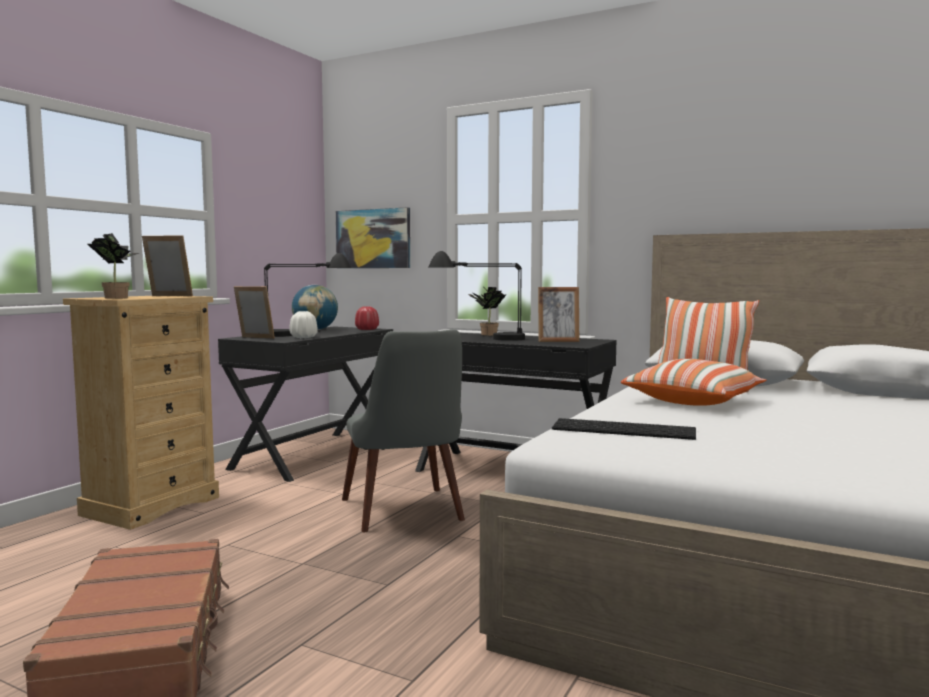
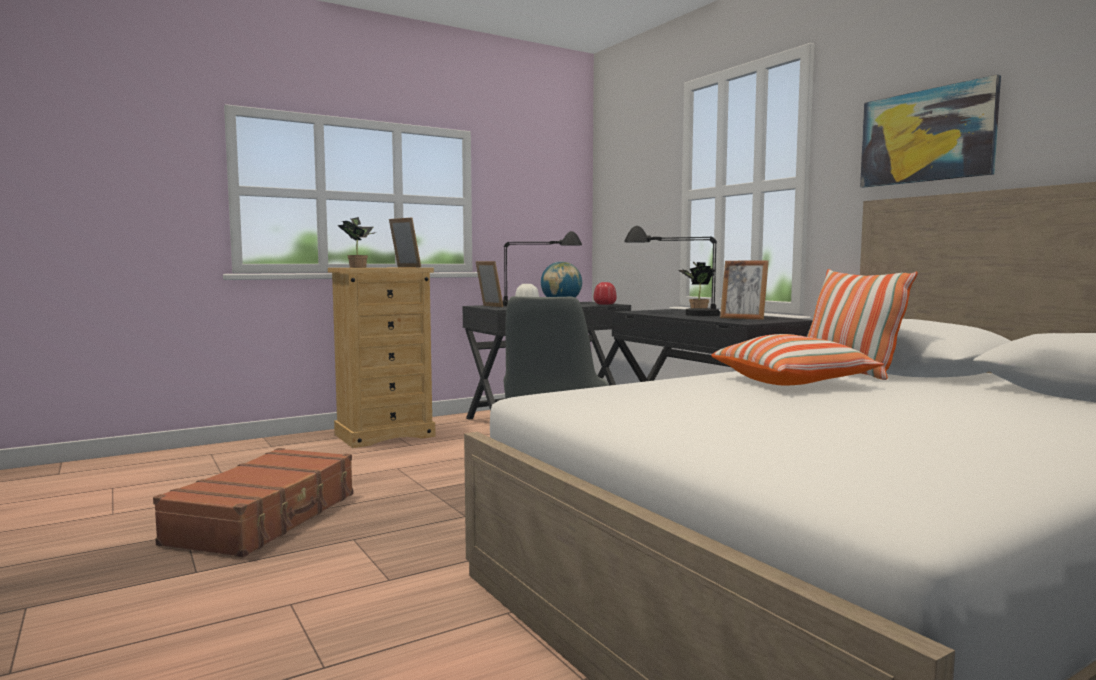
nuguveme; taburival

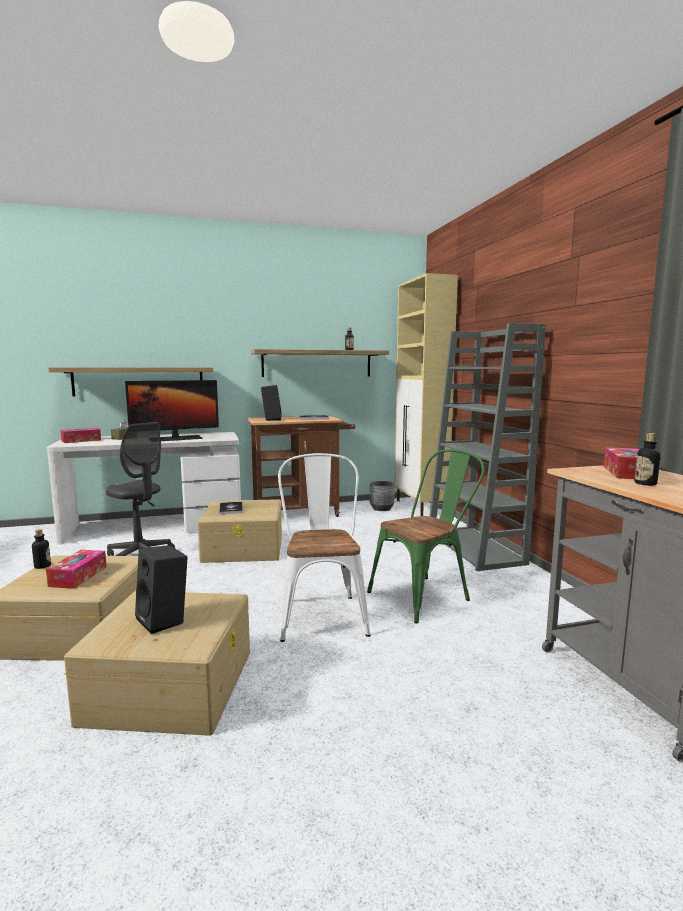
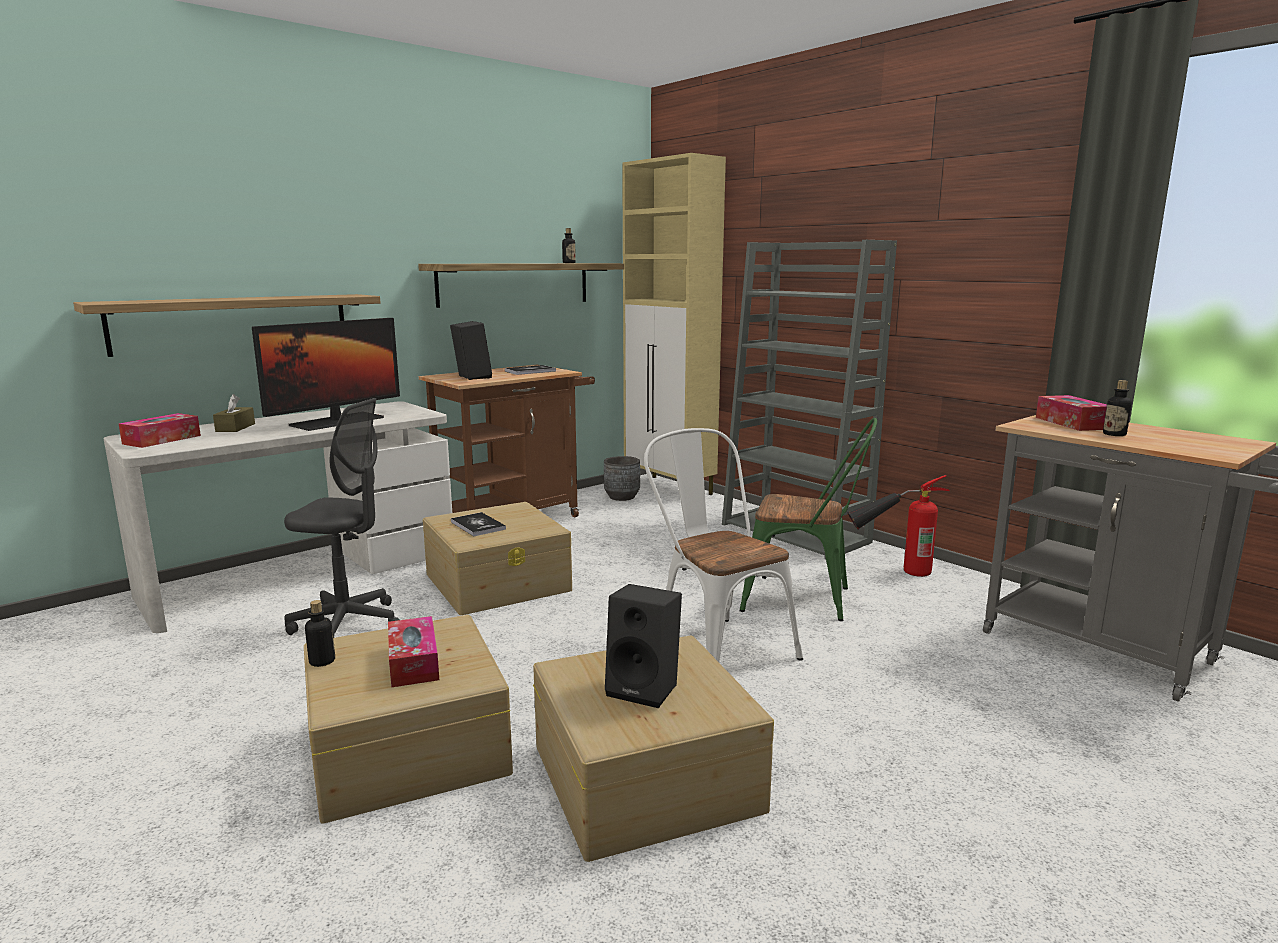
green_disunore; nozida

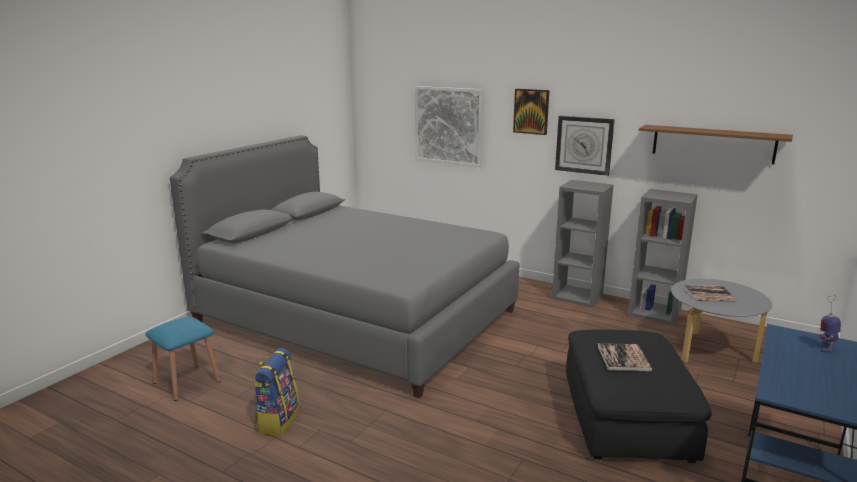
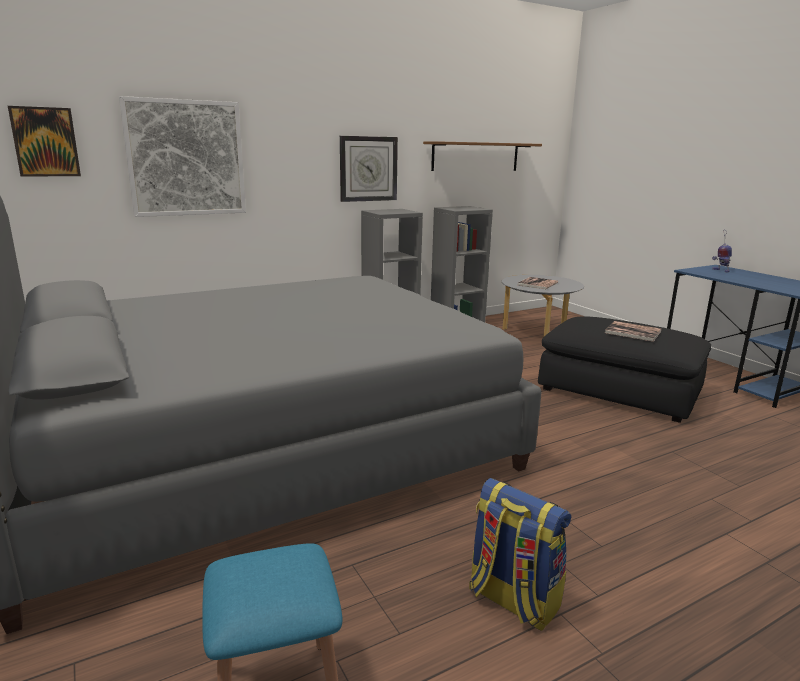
nuguveme (1st from left)

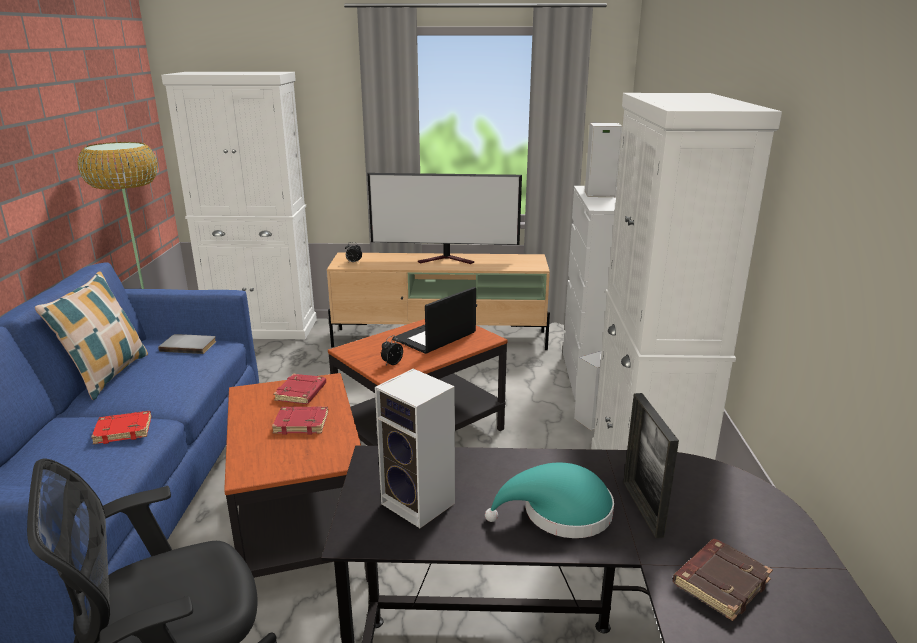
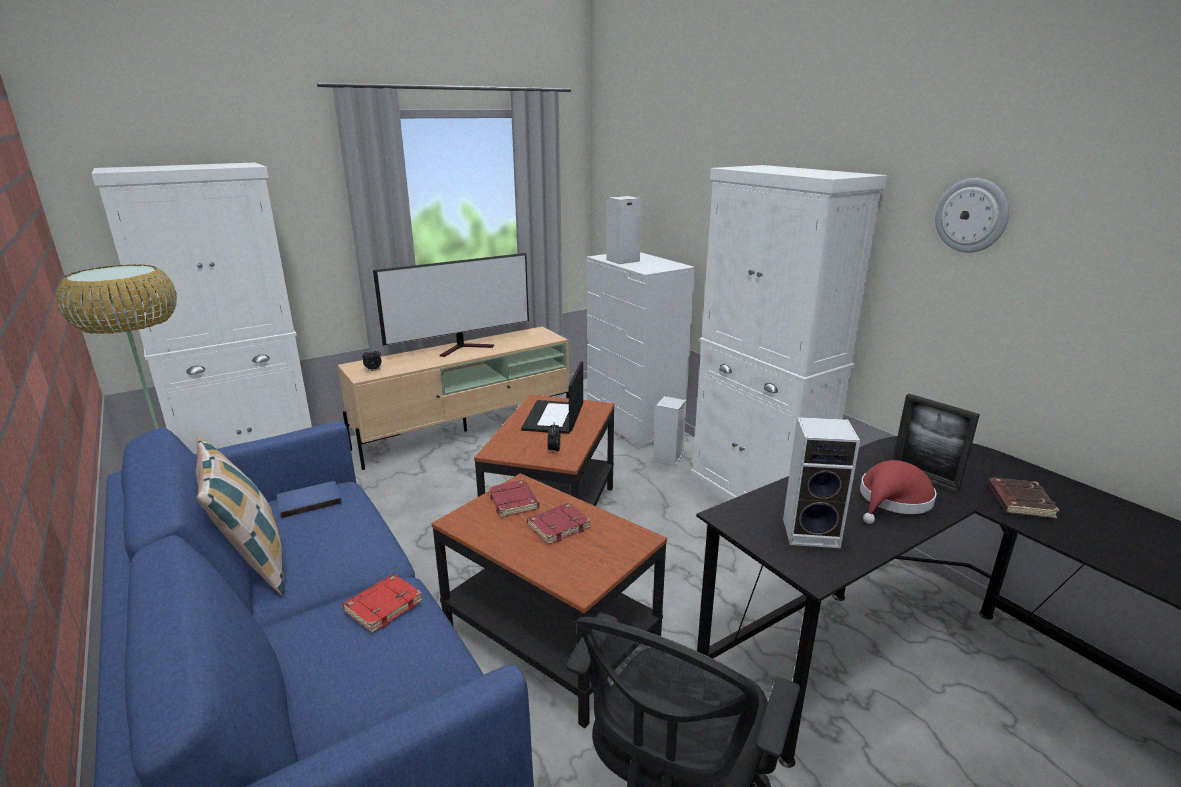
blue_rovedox; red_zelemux; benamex

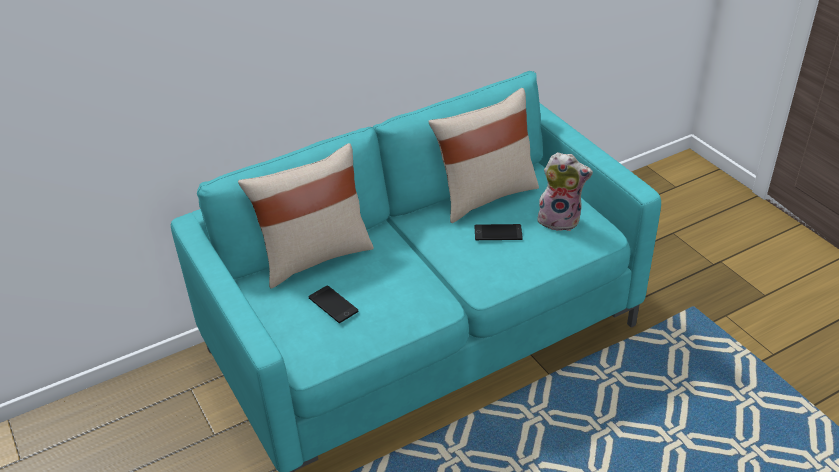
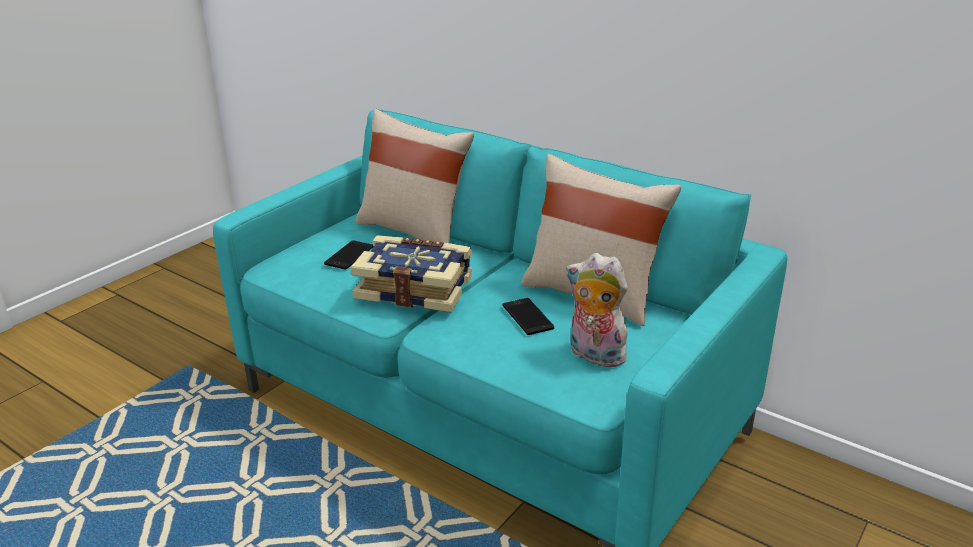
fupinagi; rovedox

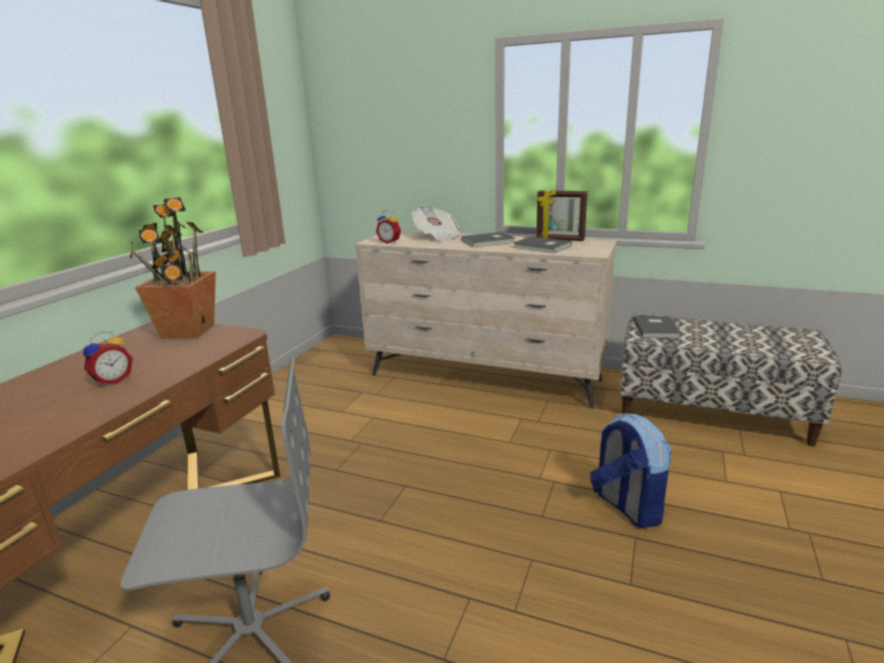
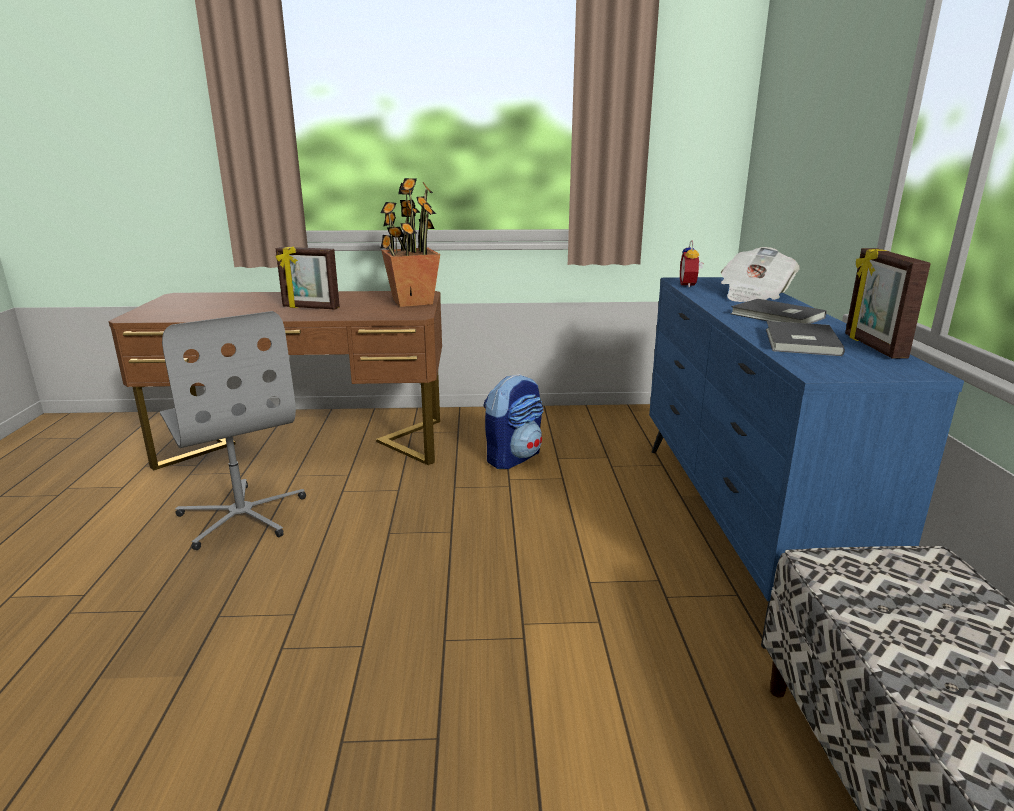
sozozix (1st from left); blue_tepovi; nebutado; grey_rovedox (3rd from left in the first image)

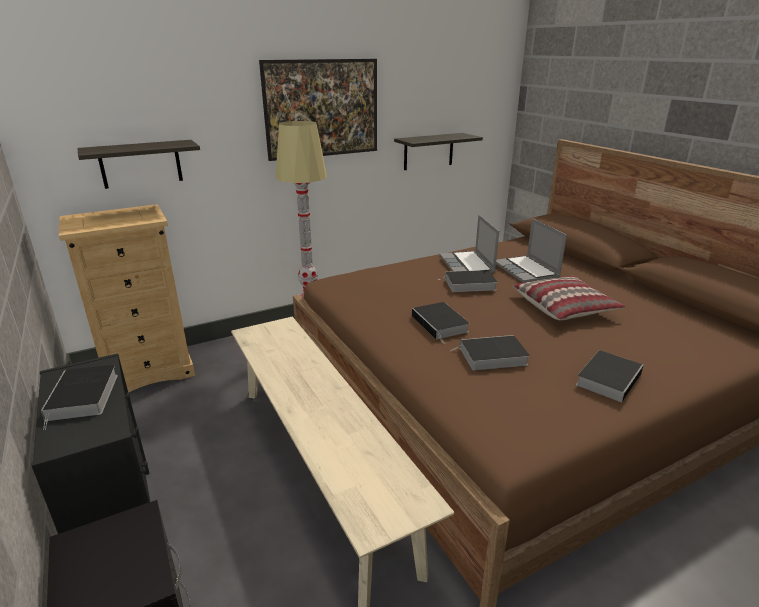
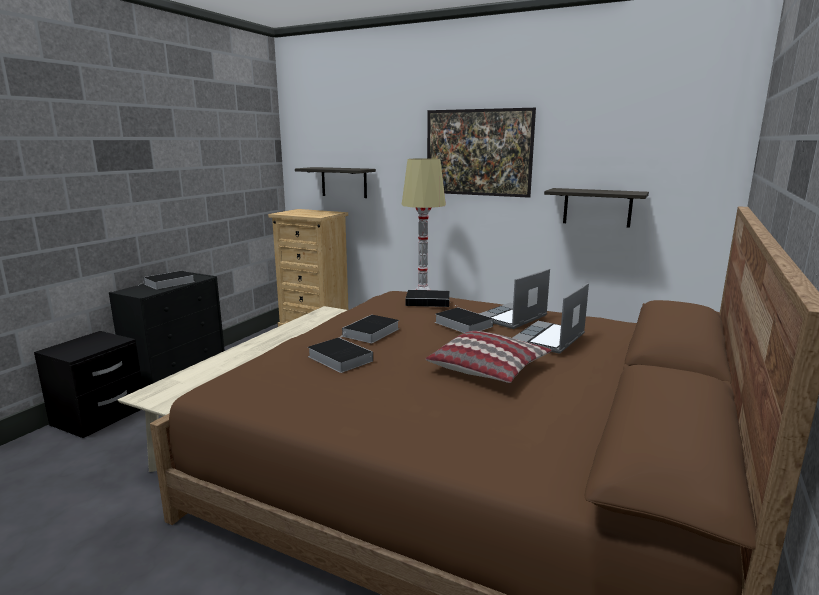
rovedox (4th from left)

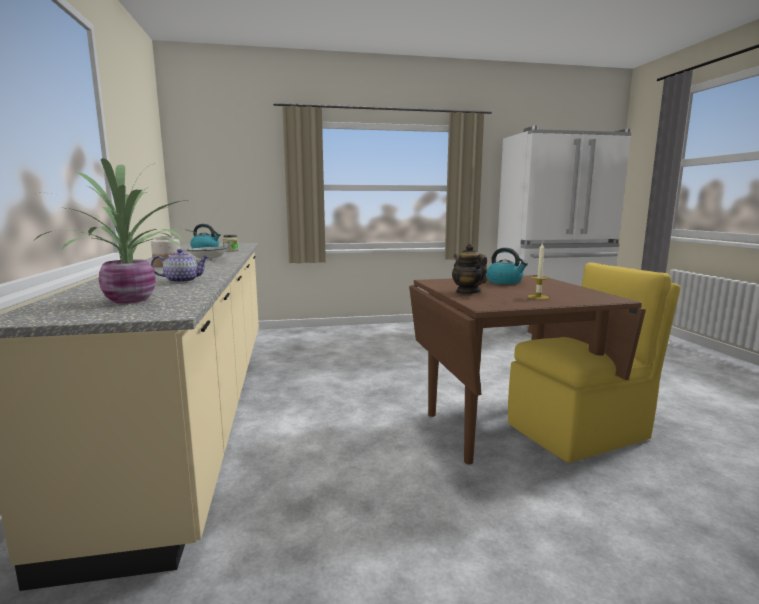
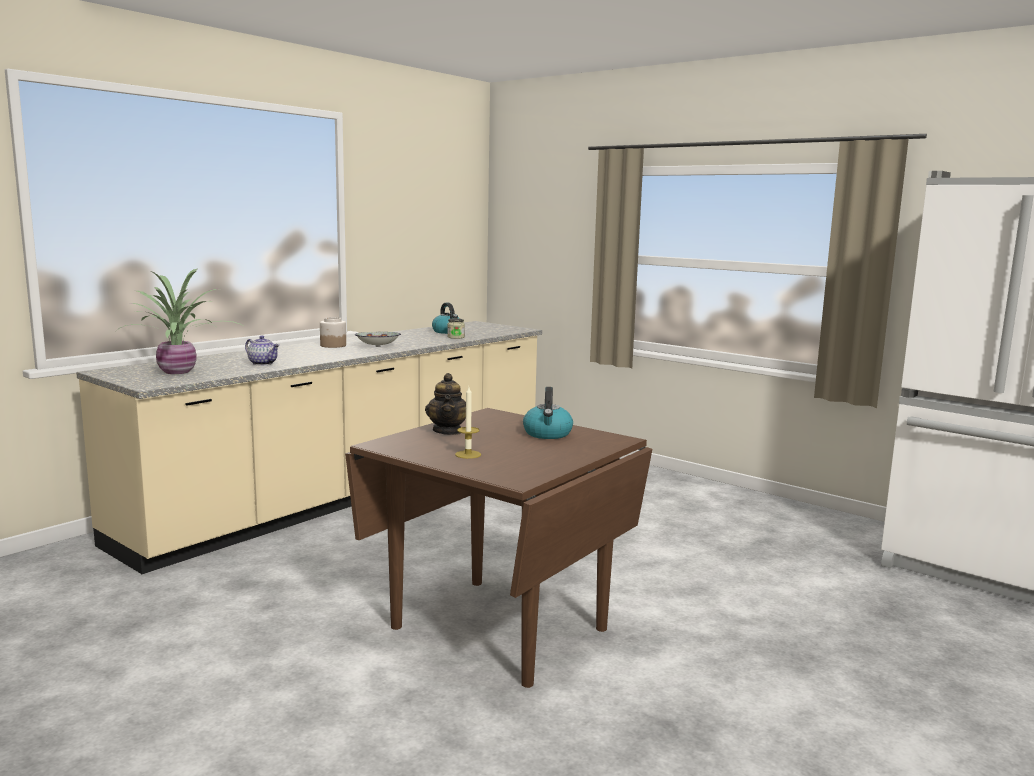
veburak (2nd from left); yellow_disunore

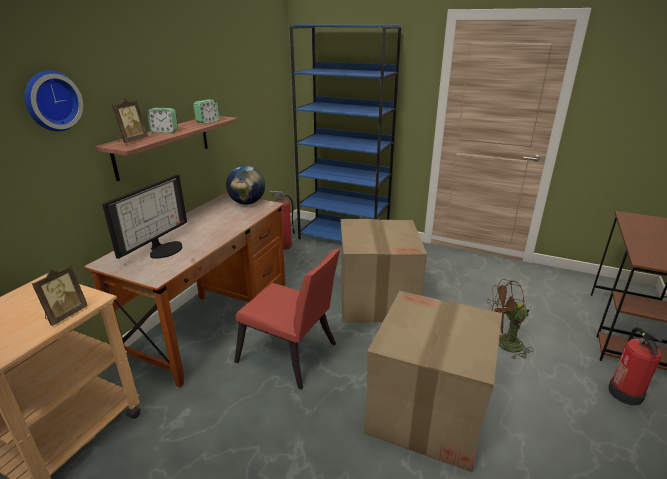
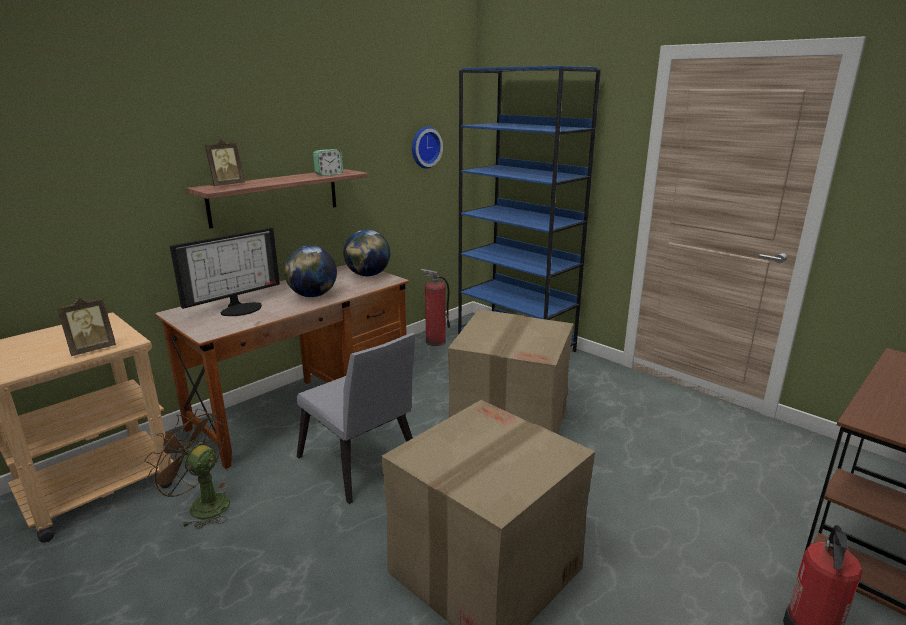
benamex; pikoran (1st from left in the first image); grey_disunore; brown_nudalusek; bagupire (1st from left)

